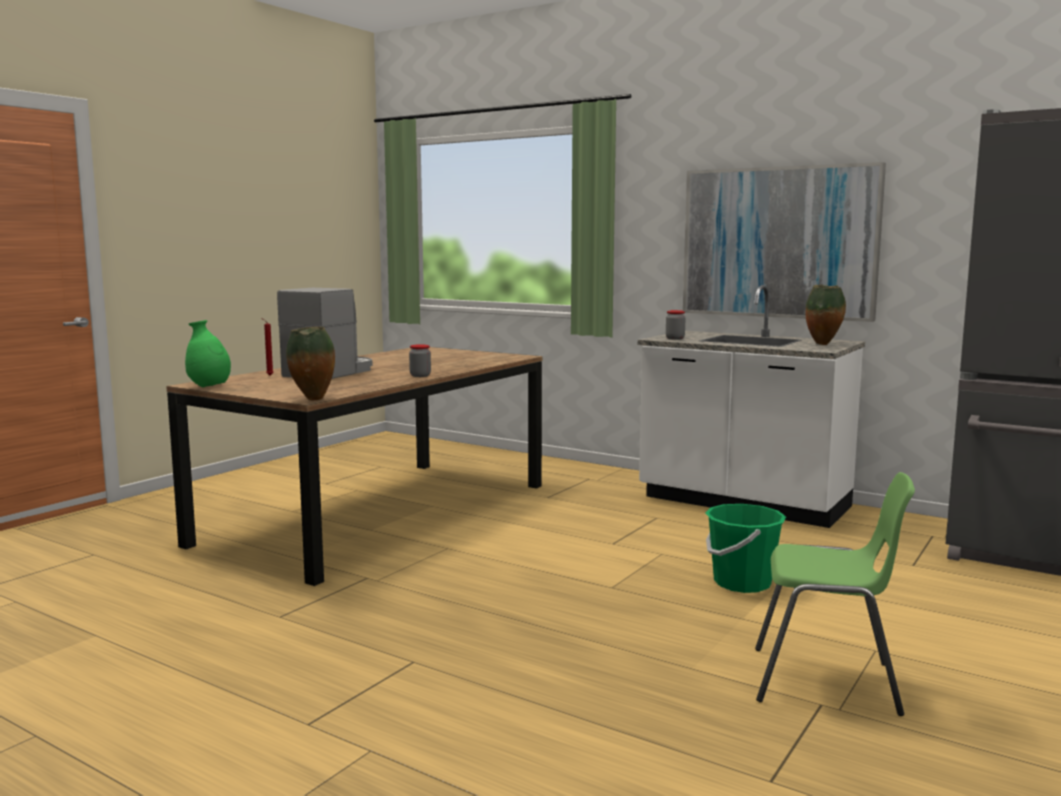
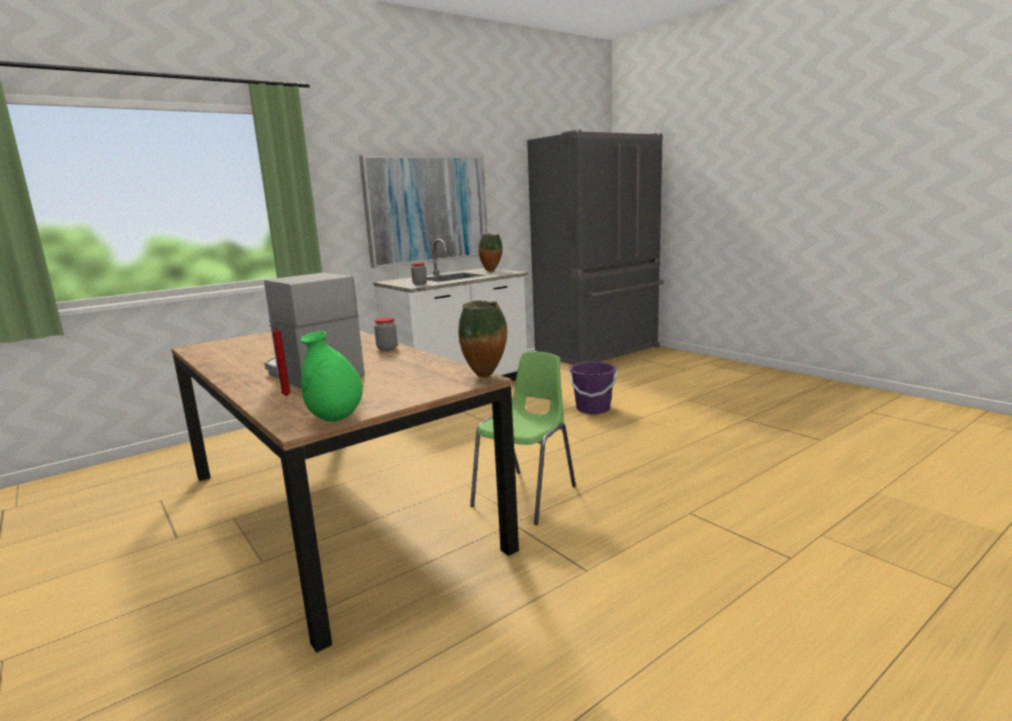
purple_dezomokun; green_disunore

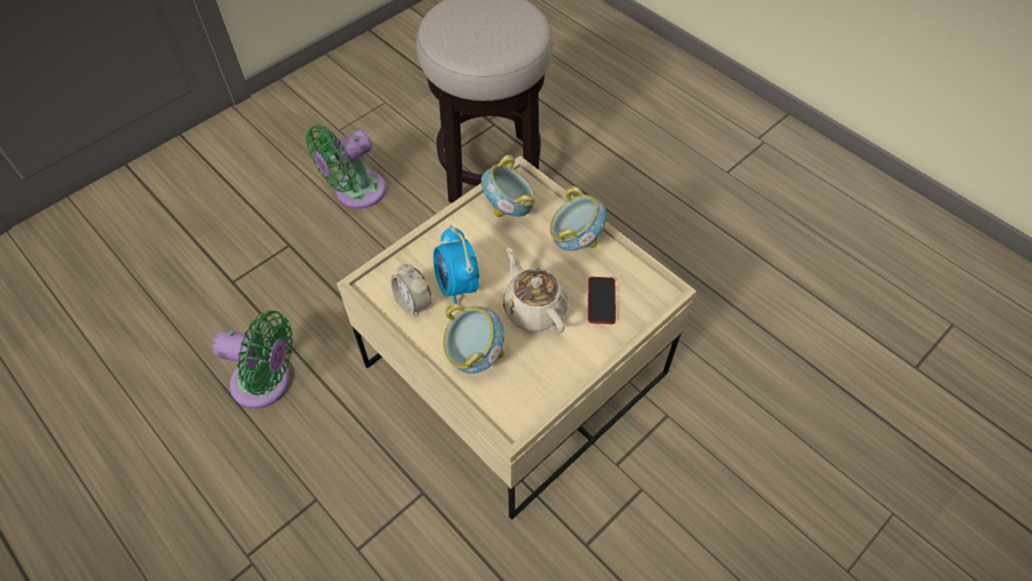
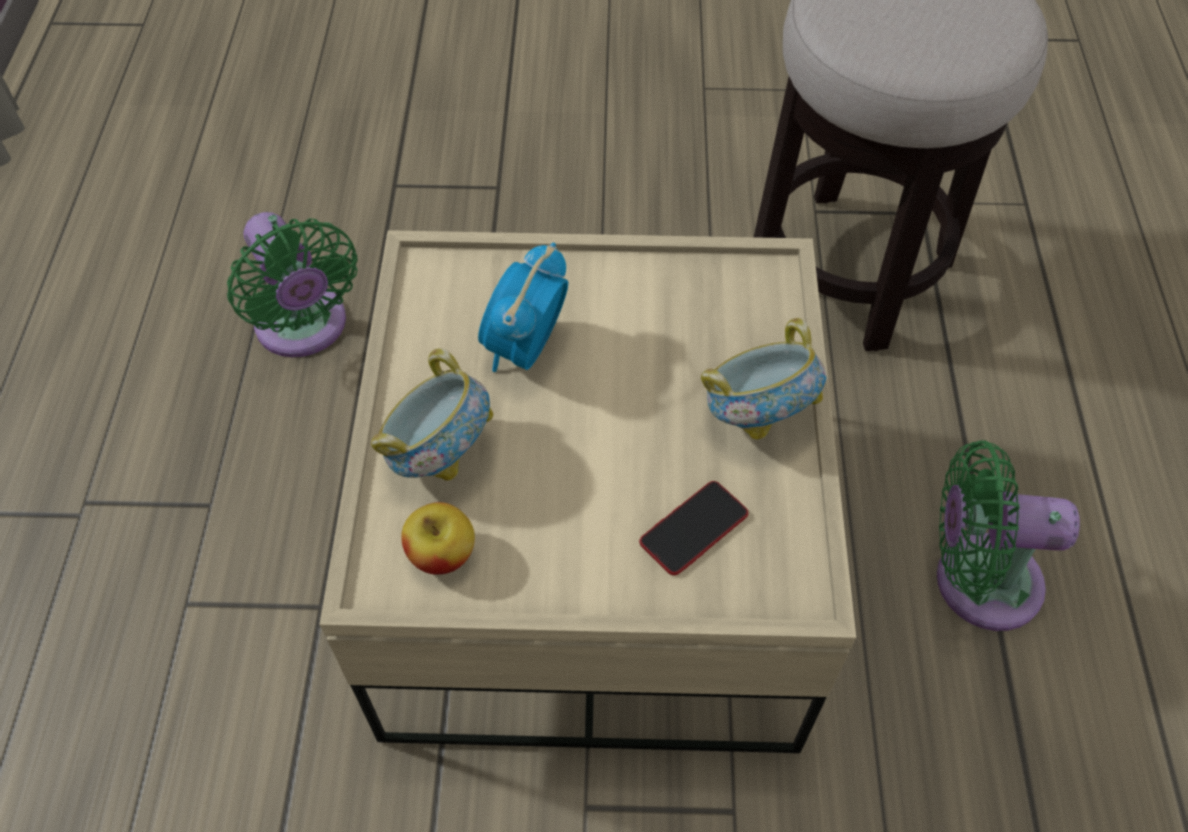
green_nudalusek (2nd from left); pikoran (1st from left in the first image); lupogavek (2nd from left in the first image); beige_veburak; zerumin

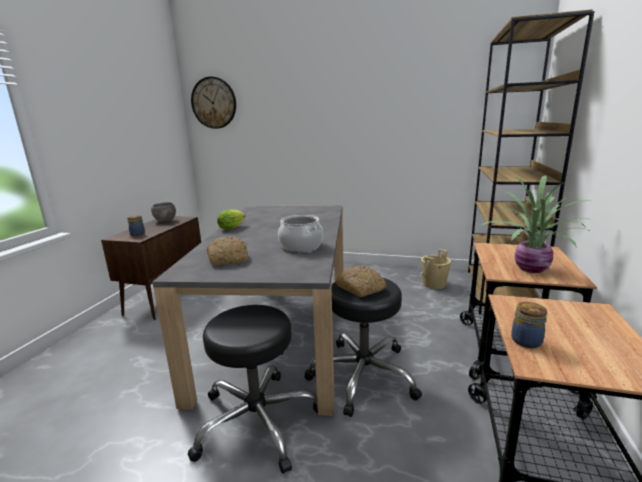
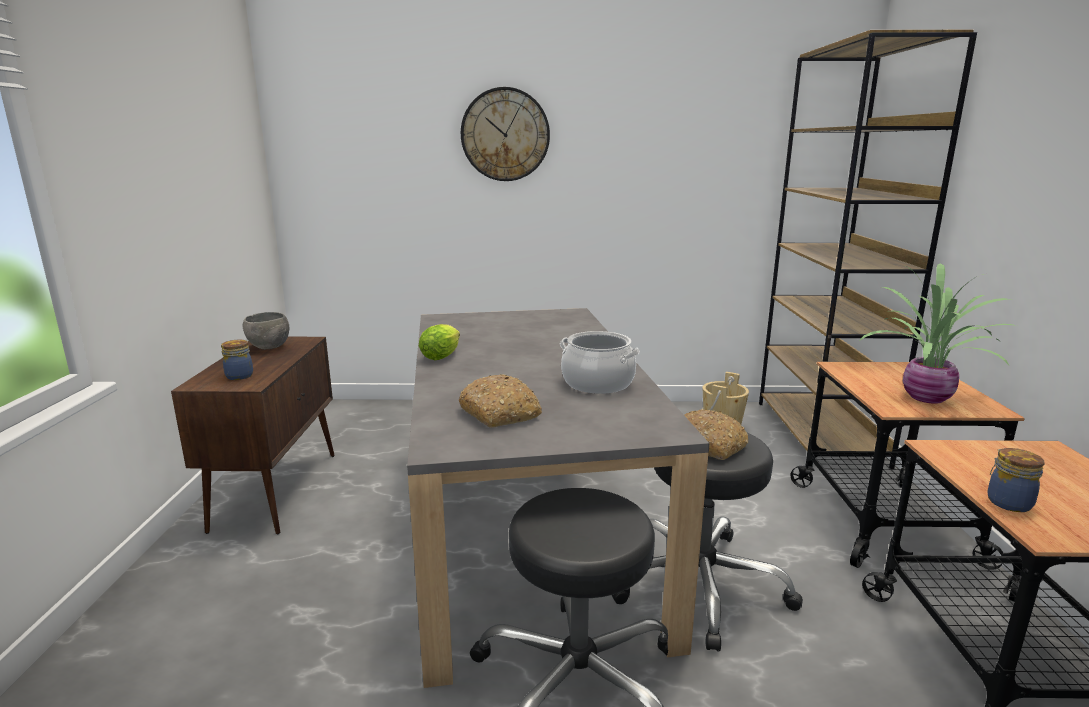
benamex

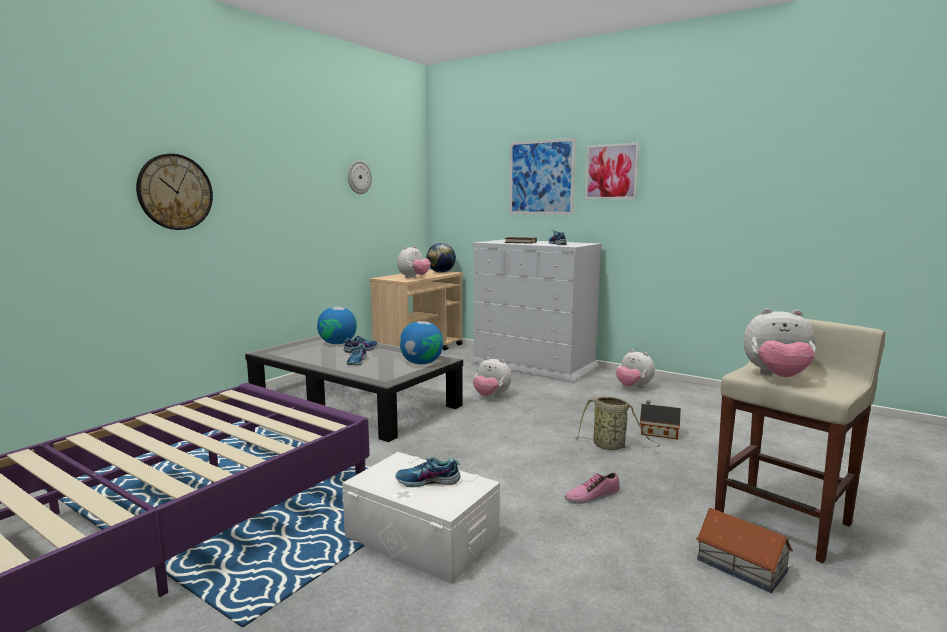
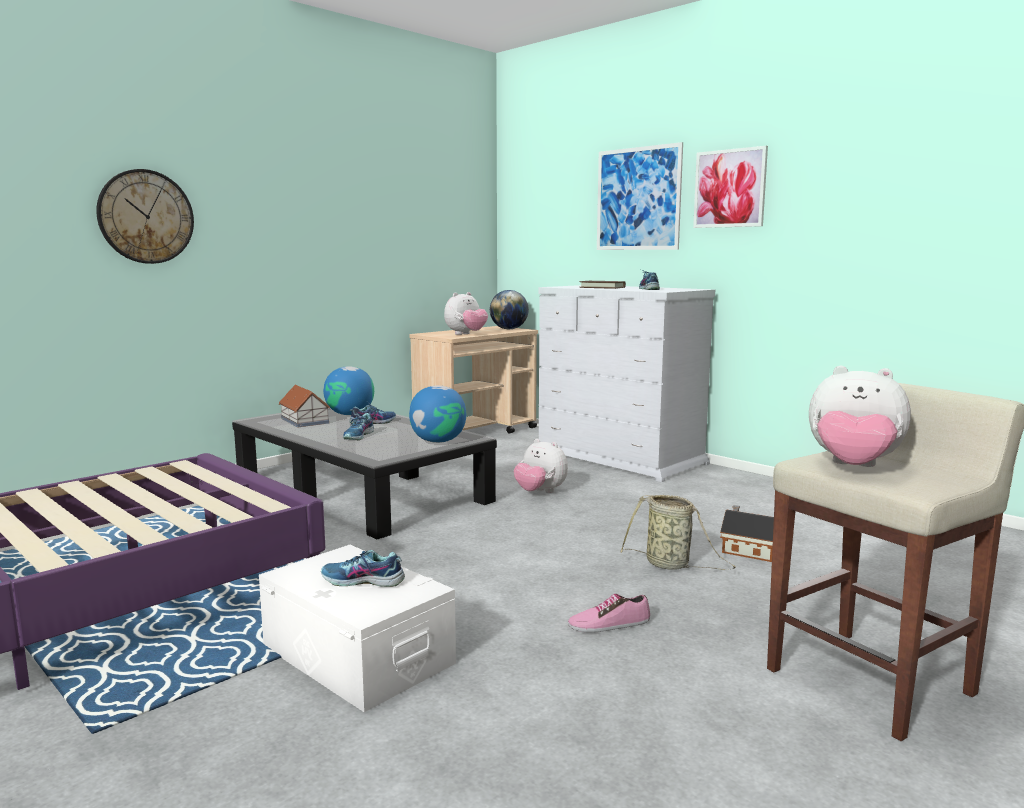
benamex (2nd from left in the first image); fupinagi (3rd from left in the first image); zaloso (1st from left)

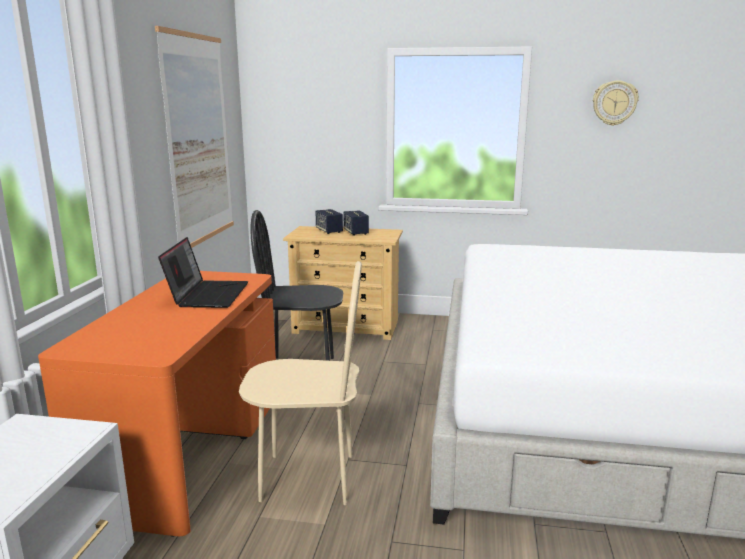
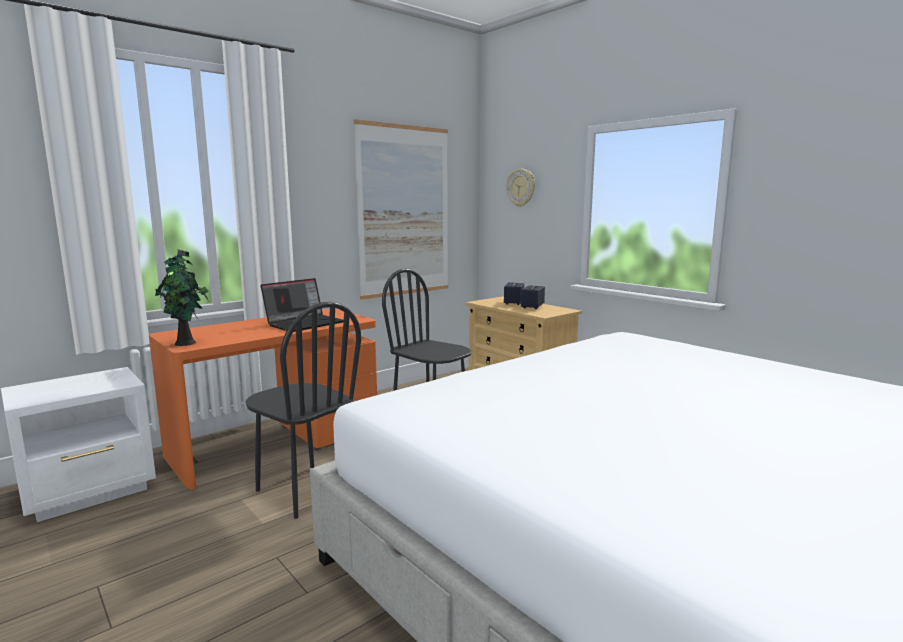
black_disunore (1st from left); benamex; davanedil

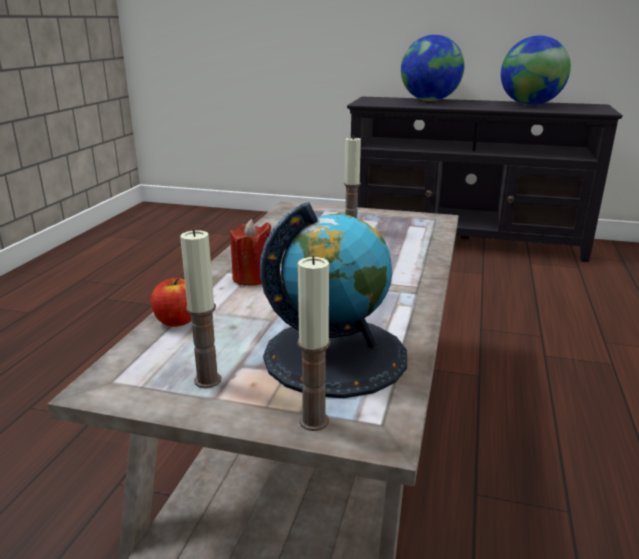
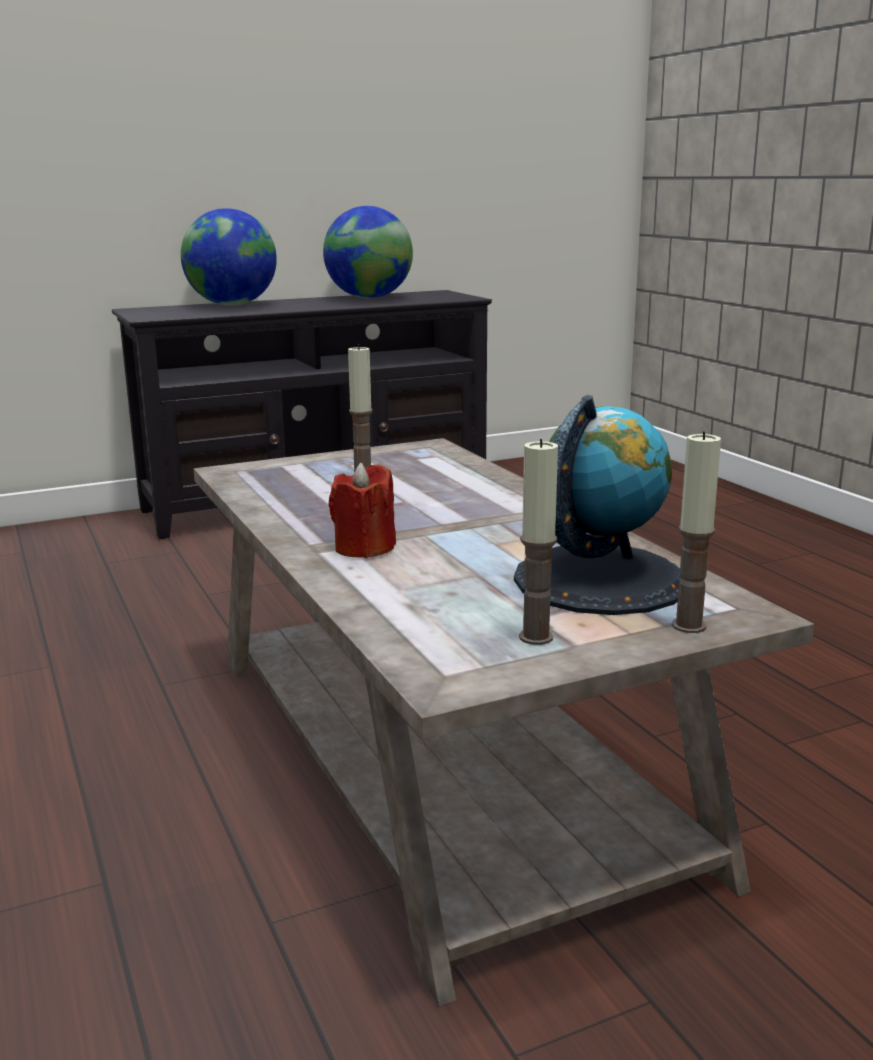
zerumin

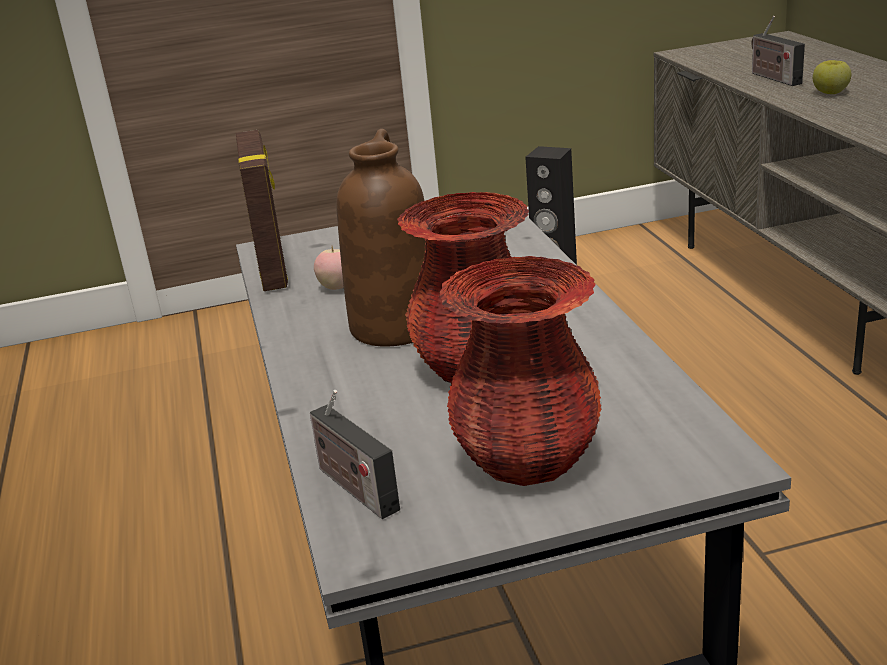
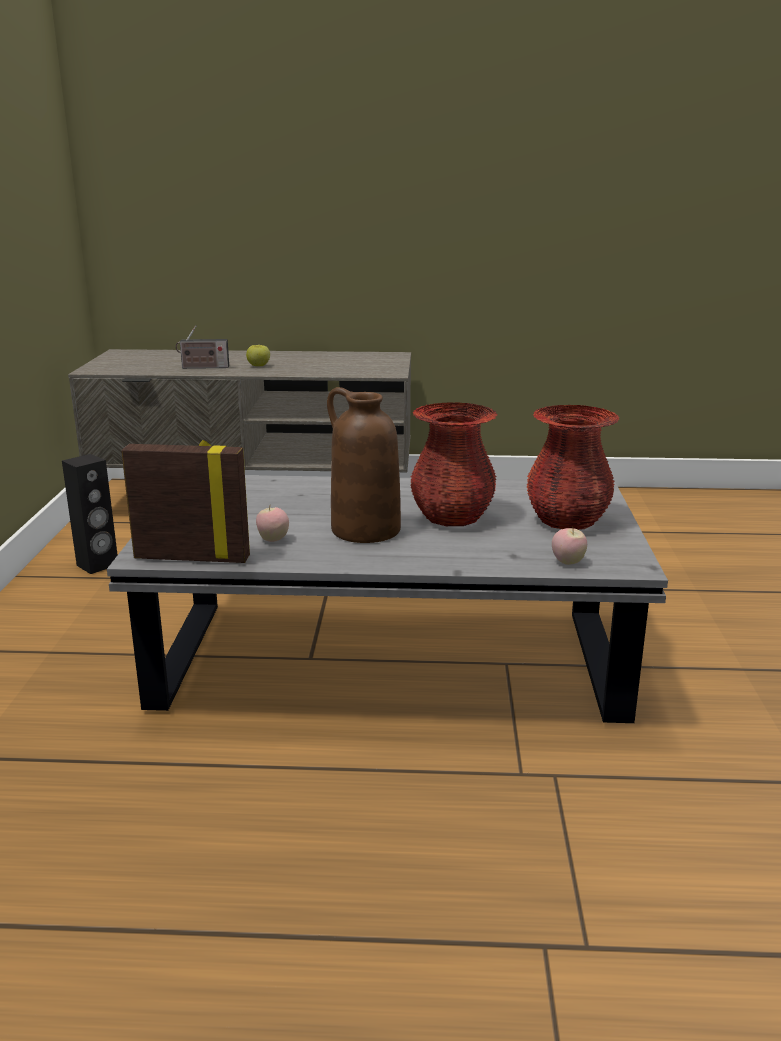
zerumin (3rd from left)

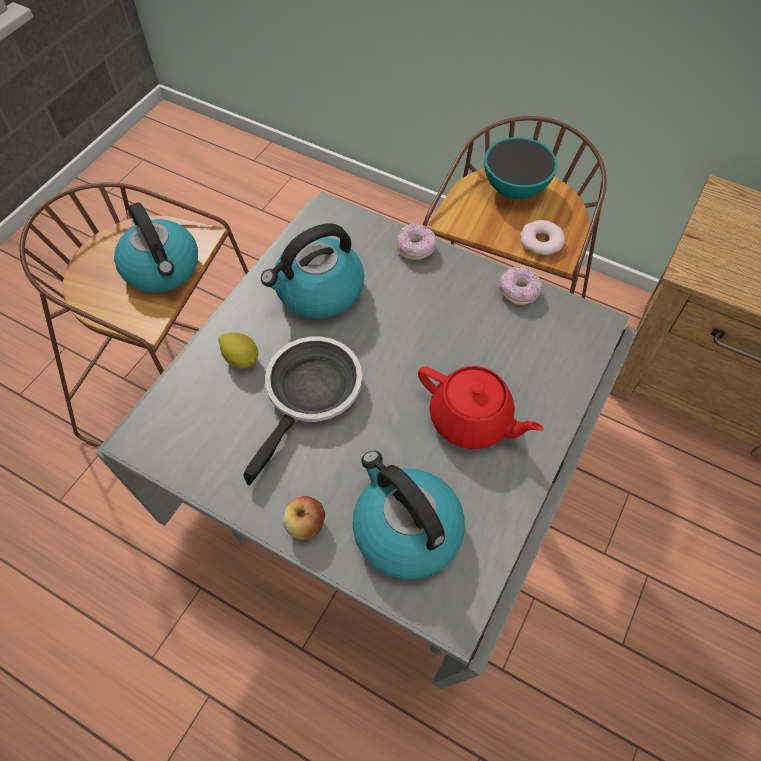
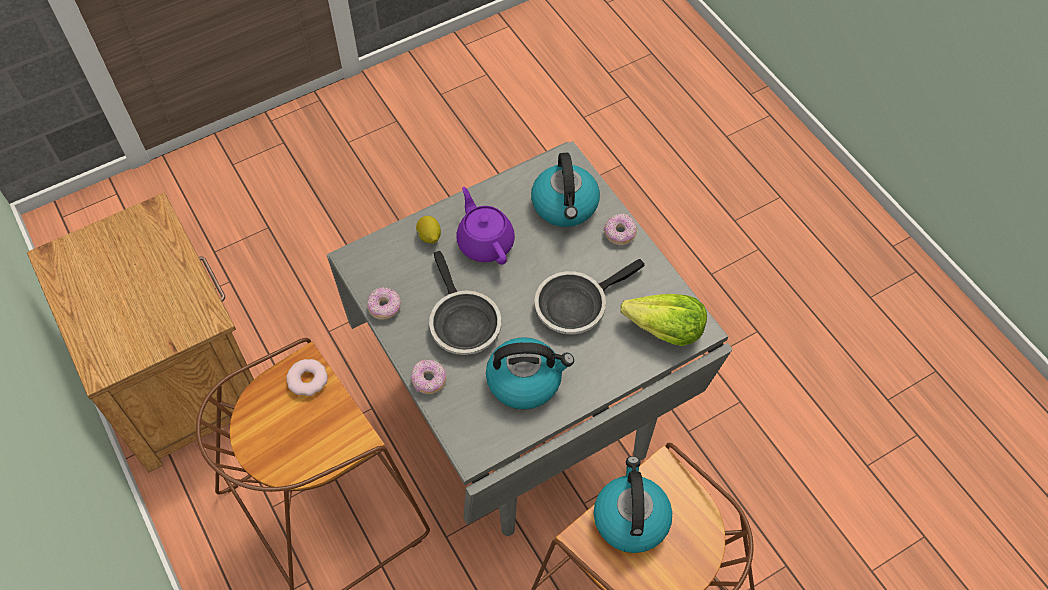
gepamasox; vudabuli (4th from left); purple_veburak; lupogavek; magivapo (1st from left); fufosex

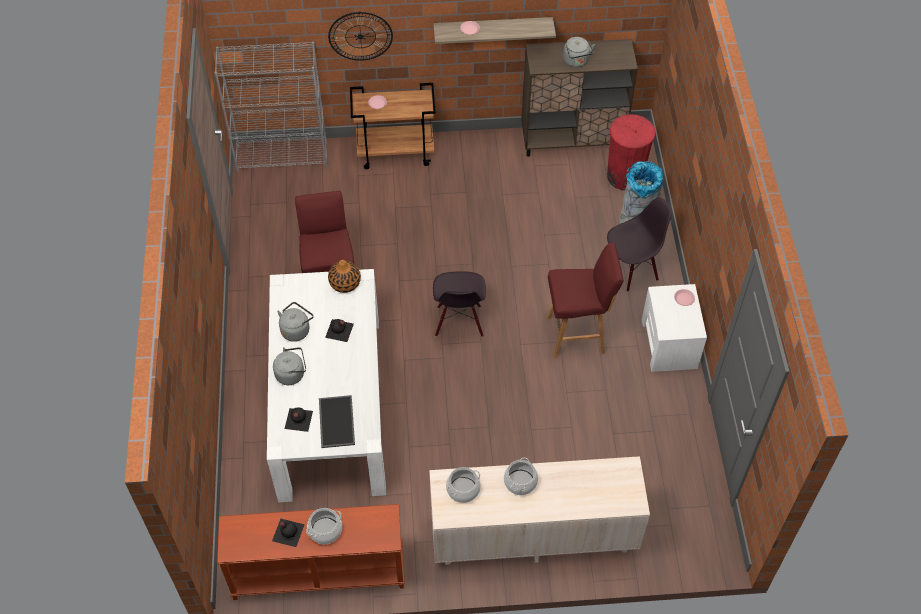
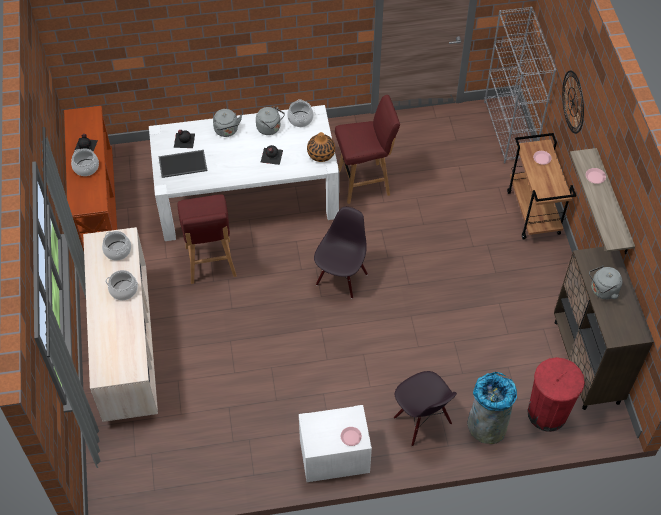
black_disunore (1st from left); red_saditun (1st from left); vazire (4th from left)

